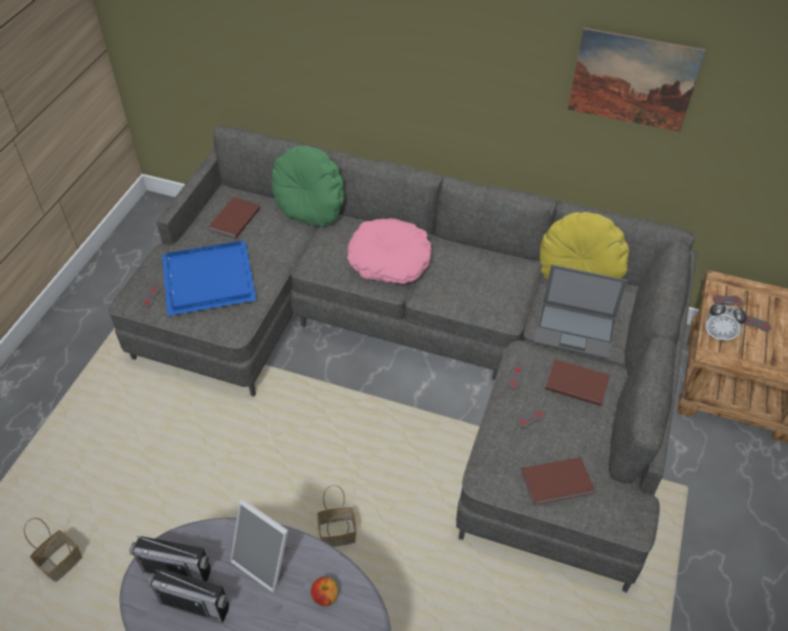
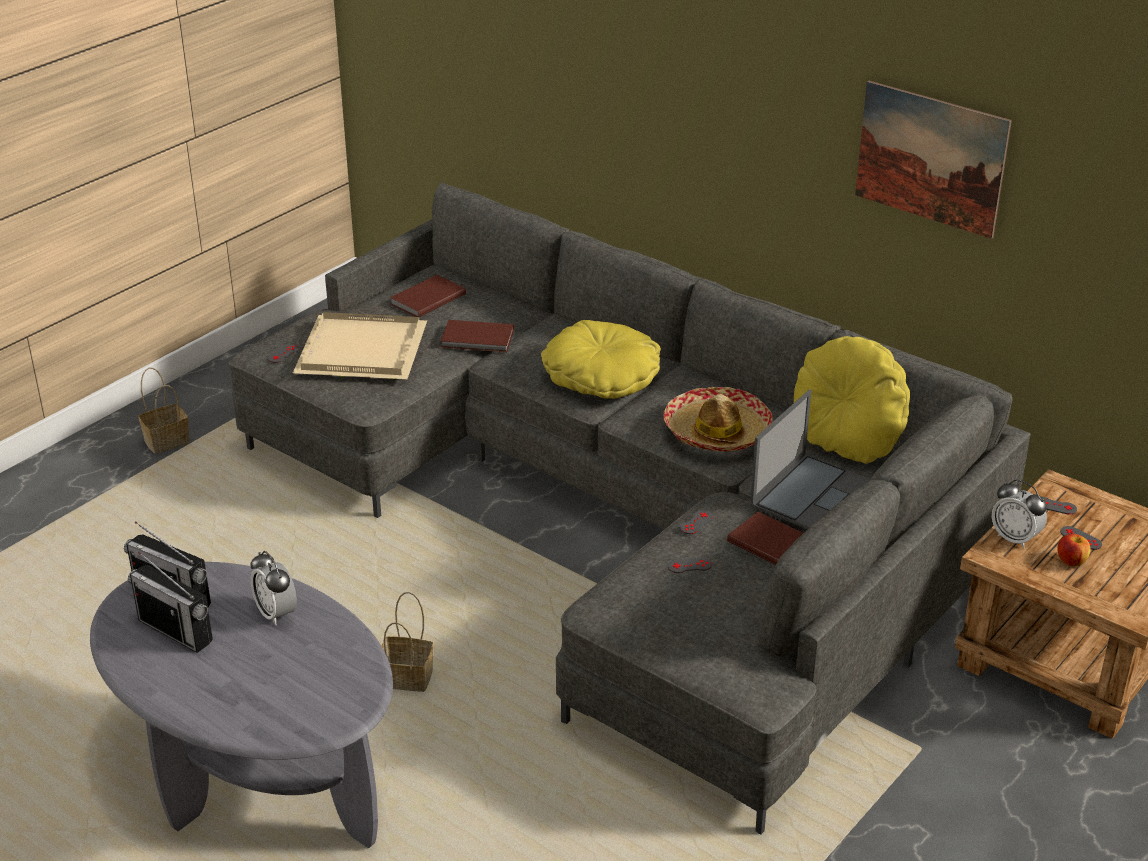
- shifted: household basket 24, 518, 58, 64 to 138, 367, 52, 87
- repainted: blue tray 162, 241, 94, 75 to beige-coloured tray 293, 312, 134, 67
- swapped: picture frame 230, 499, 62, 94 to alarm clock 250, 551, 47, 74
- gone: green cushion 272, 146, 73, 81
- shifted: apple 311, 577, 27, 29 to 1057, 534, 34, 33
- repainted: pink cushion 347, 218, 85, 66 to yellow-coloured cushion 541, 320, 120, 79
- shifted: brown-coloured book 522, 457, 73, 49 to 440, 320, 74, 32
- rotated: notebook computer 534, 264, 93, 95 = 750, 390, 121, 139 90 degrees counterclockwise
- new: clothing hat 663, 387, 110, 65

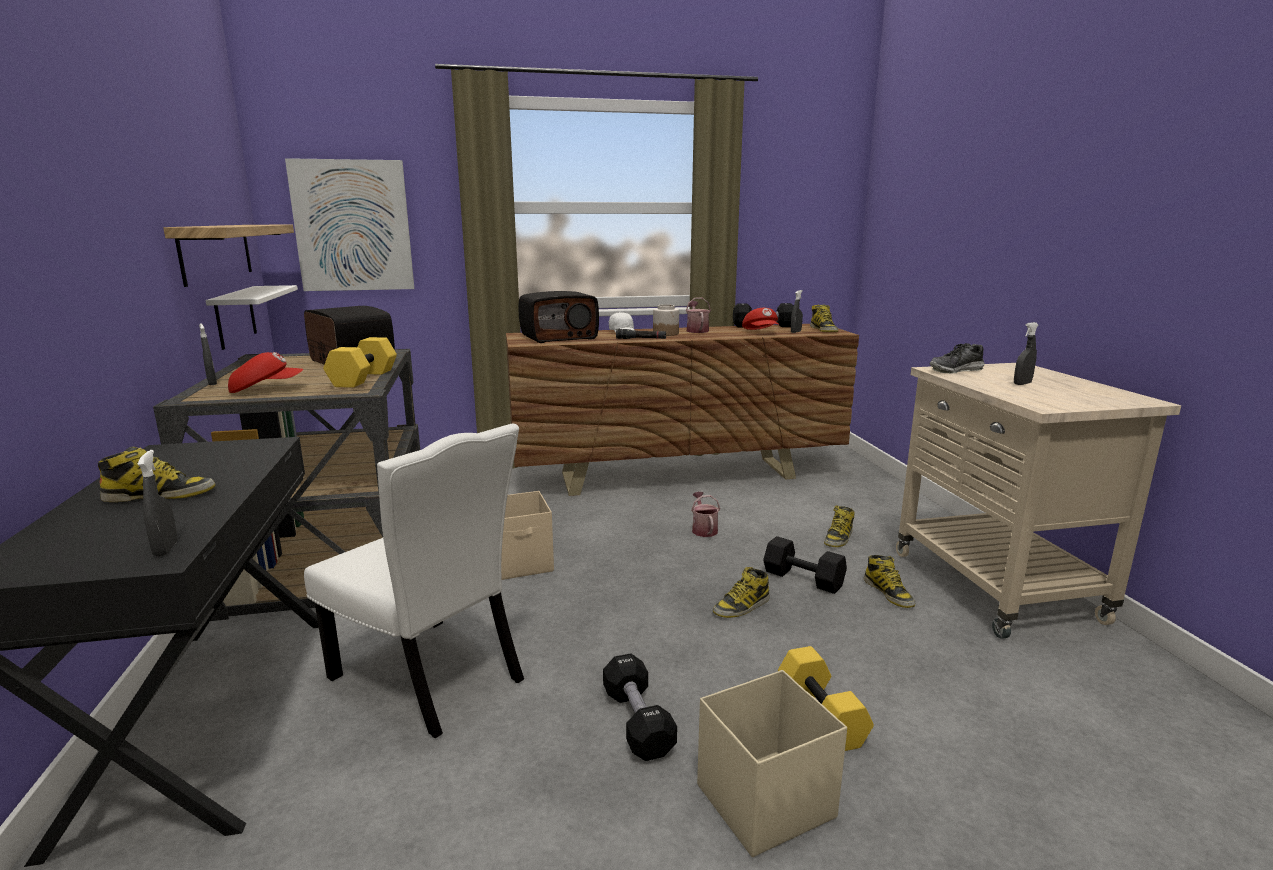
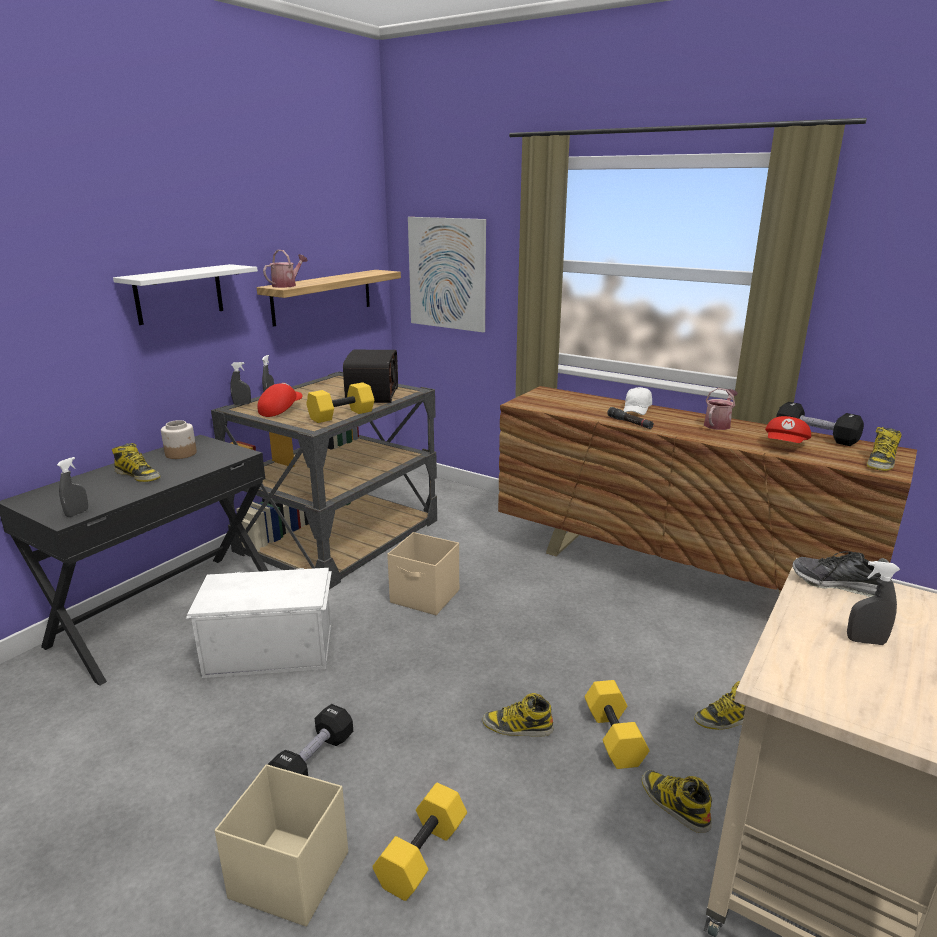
- shifted: white-coloured wall shelf 206, 285, 92, 65 to 113, 264, 145, 61
- rotated: red cap 228, 352, 76, 41 = 257, 383, 46, 34 90 degrees counterclockwise
- swapped: white-coloured plain chair 304, 424, 220, 314 to white-coloured storage bin 186, 568, 146, 110
- gone: radio set 518, 291, 81, 52
- shifted: preserve jar 653, 304, 26, 32 to 161, 420, 36, 39
- shifted: watering pot 691, 492, 29, 45 to 263, 250, 45, 38
- repainted: blackish hand weight 763, 536, 84, 58 to yellow-coloured hand weight 585, 680, 65, 89
- shifted: greyish sprayer 791, 290, 12, 43 to 230, 362, 21, 43
- rotated: tall boot 864, 555, 51, 53 = 642, 770, 70, 63 120 degrees clockwise

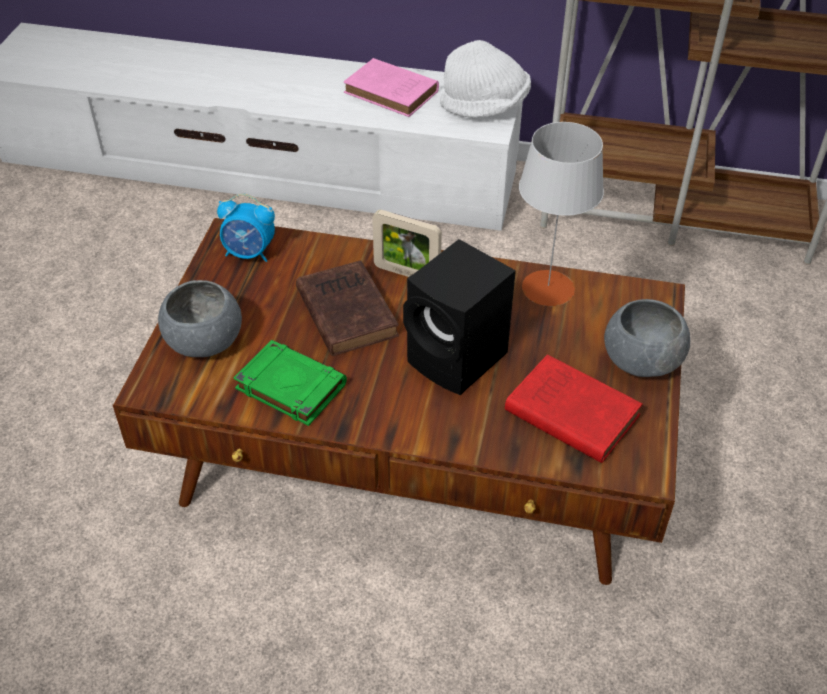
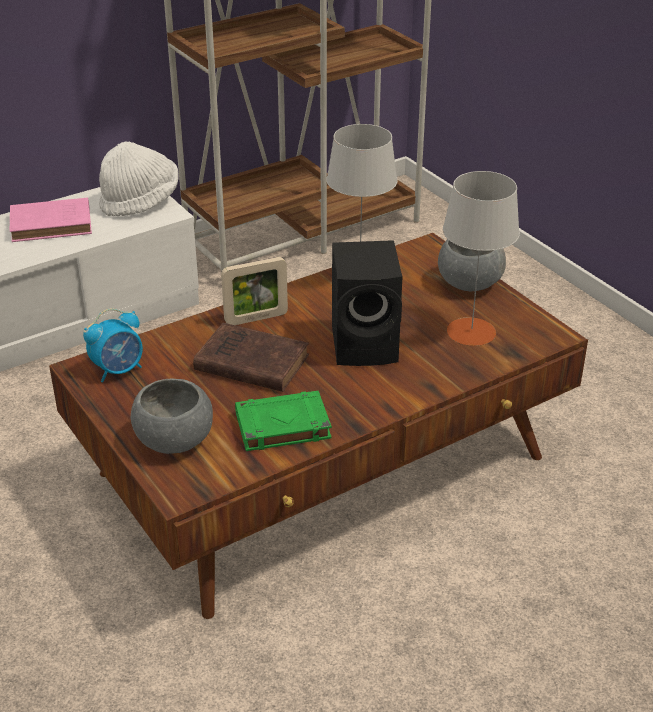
- swapped: red book 505, 354, 138, 109 to greyish table lamp 443, 171, 77, 175

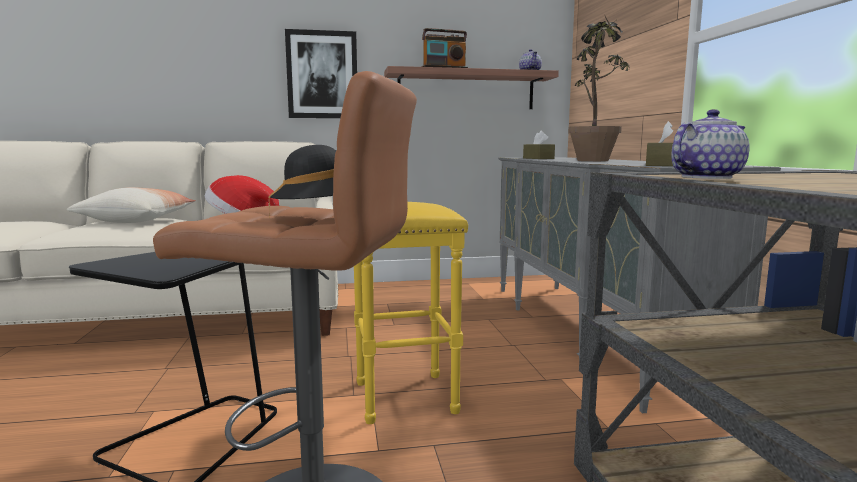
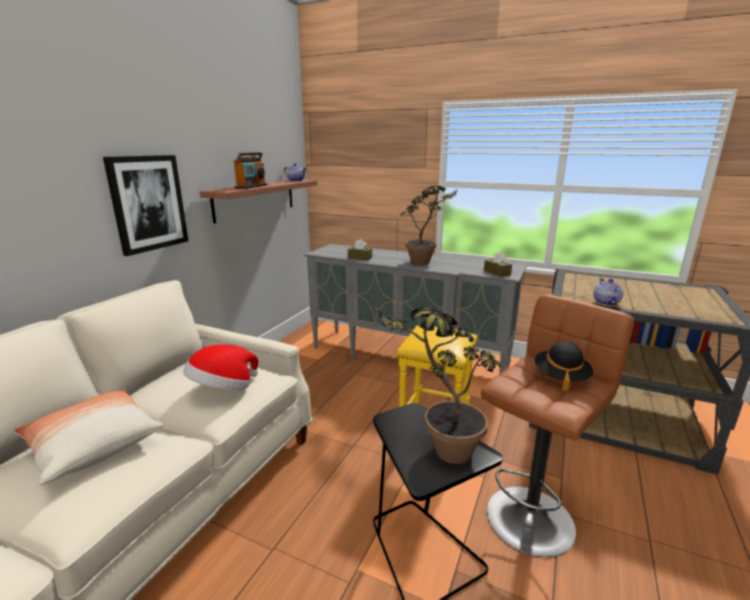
- new: houseplant 374, 305, 127, 159

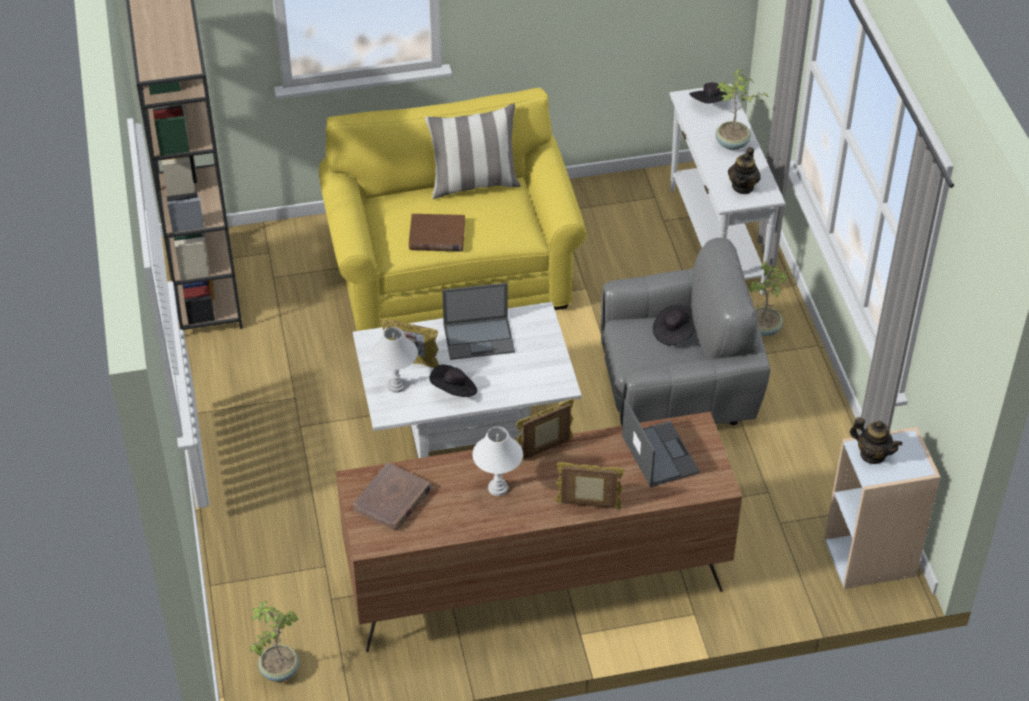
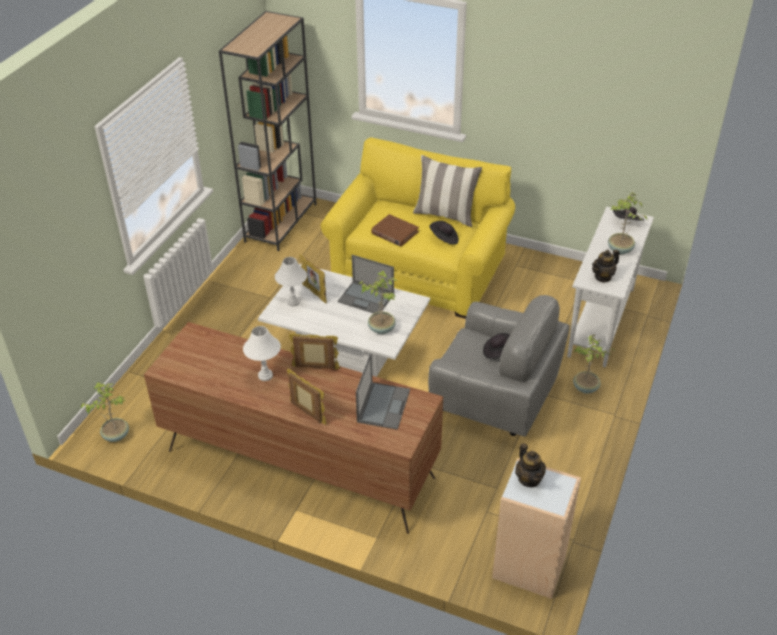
- gone: brown-coloured book 353, 463, 79, 67
- shifted: blackish clothing hat 429, 365, 48, 32 to 429, 221, 30, 23
- new: houseplant 359, 271, 38, 63

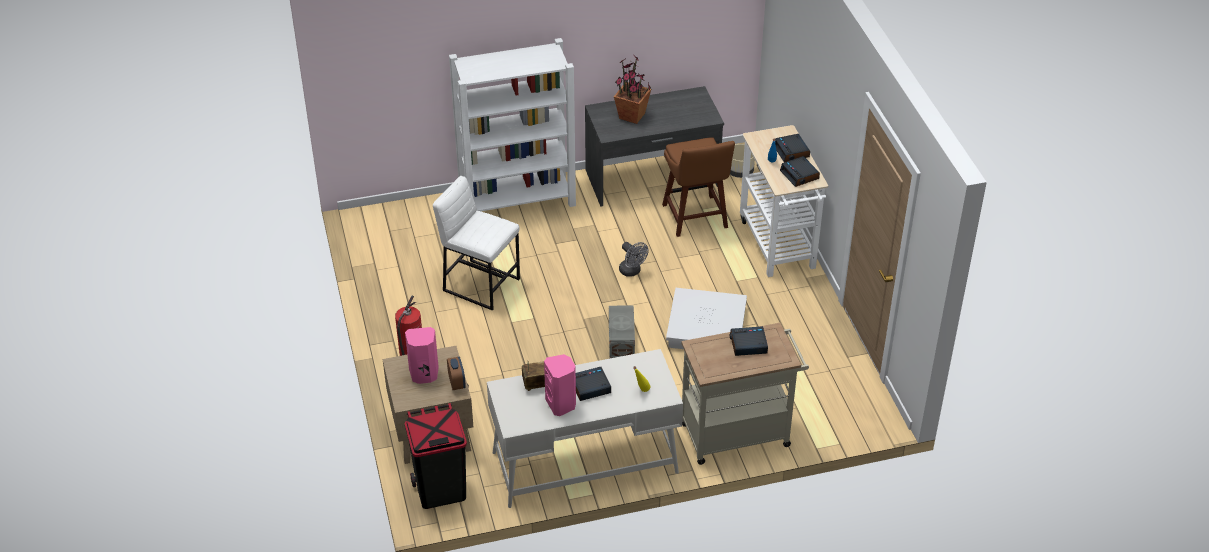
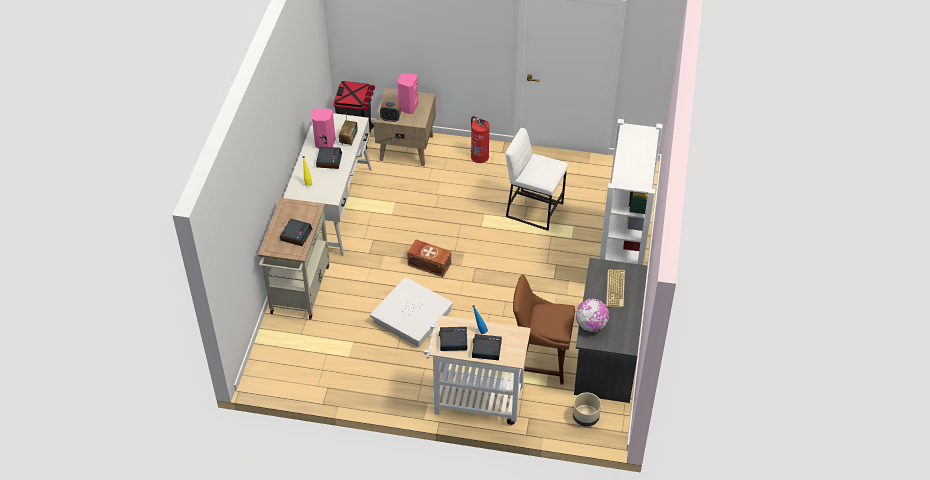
- rotated: white-coloured plain chair 433, 176, 87, 134 = 505, 128, 63, 103 120 degrees counterclockwise
- repainted: greyish storage bin 609, 305, 26, 53 to brown-coloured storage bin 407, 239, 44, 38
- swapped: houseplant 614, 54, 37, 70 to computer keyboard 606, 270, 19, 37
- gone: greyish fan 619, 242, 30, 35
- new: globe 576, 298, 33, 34

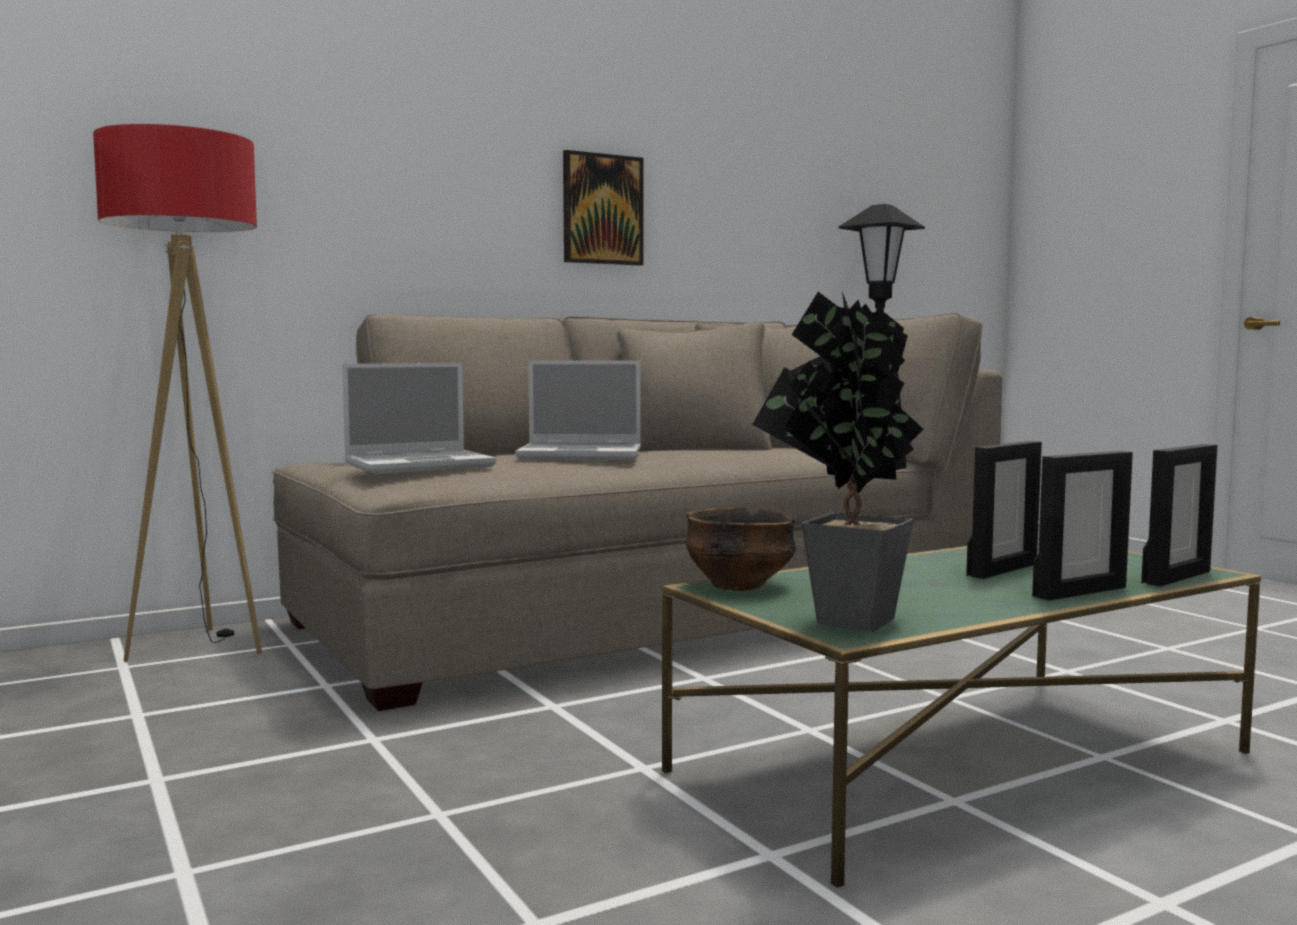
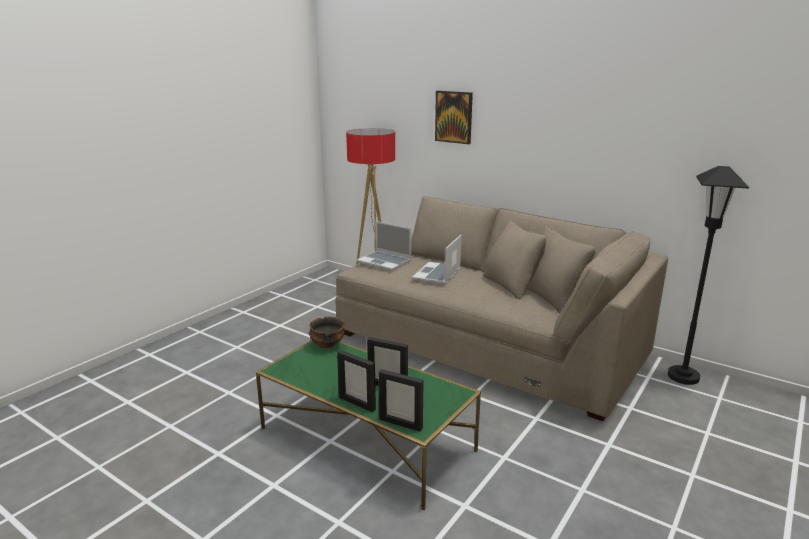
- rotated: notebook computer 515, 360, 126, 100 = 412, 235, 50, 50 45 degrees clockwise
- shifted: wall art 563, 150, 81, 116 to 435, 91, 38, 53
- gone: houseplant 752, 292, 172, 339

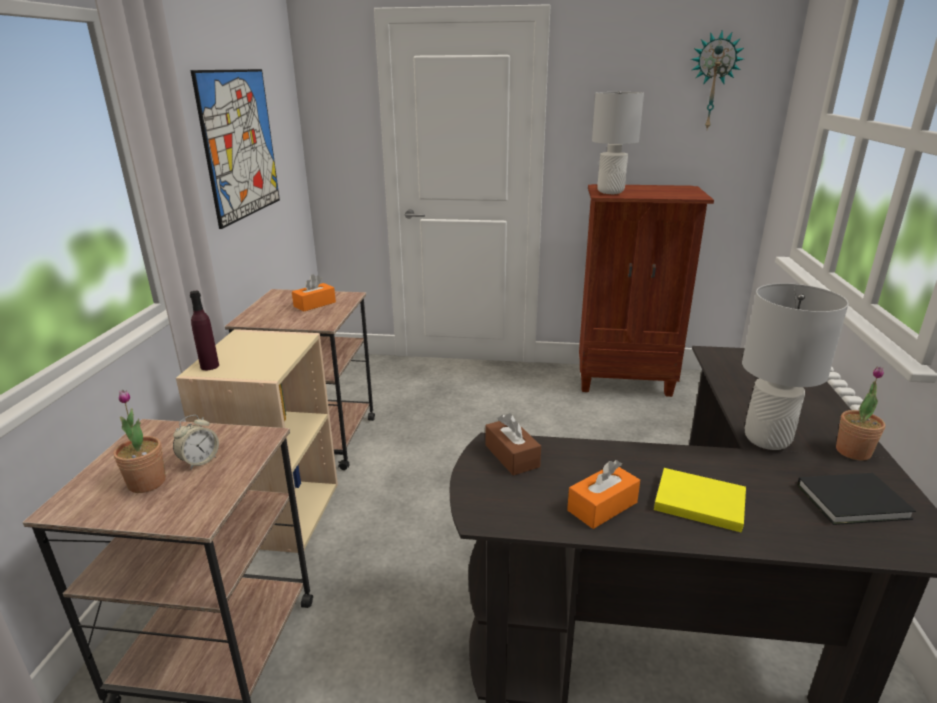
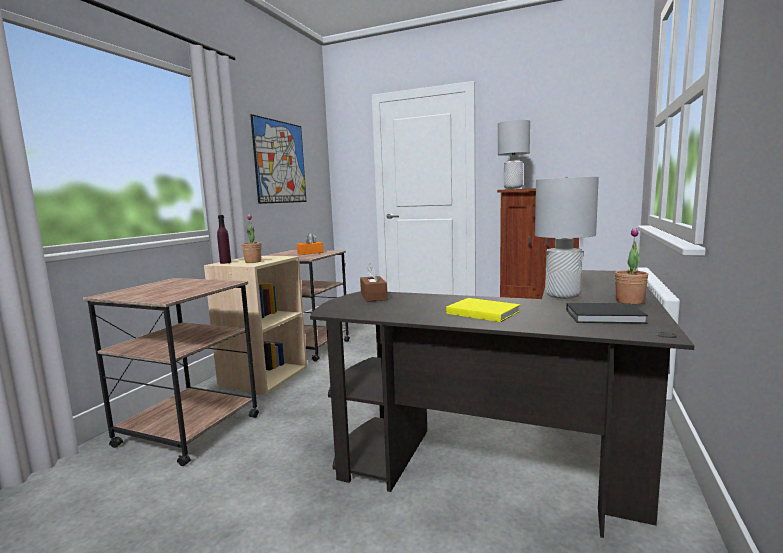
- shifted: houseplant 114, 390, 52, 103 to 242, 214, 19, 49
- gone: alarm clock 173, 415, 46, 55
- gone: orange box of tissues 567, 460, 73, 69
- gone: wall clock 691, 31, 53, 98

